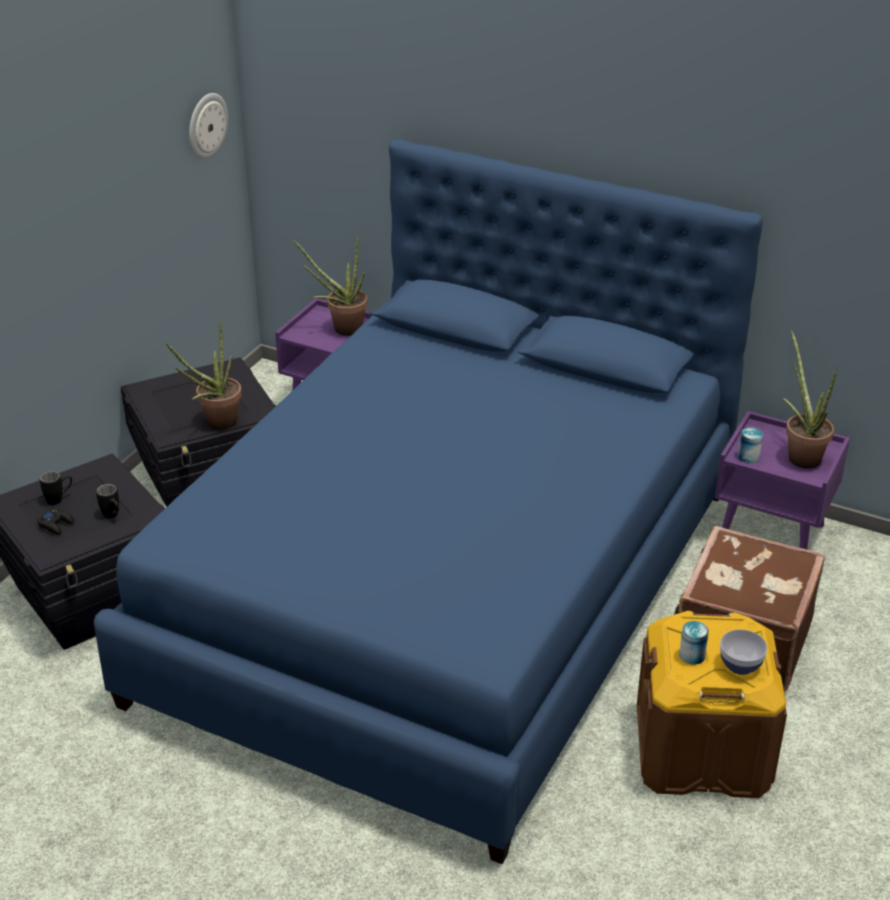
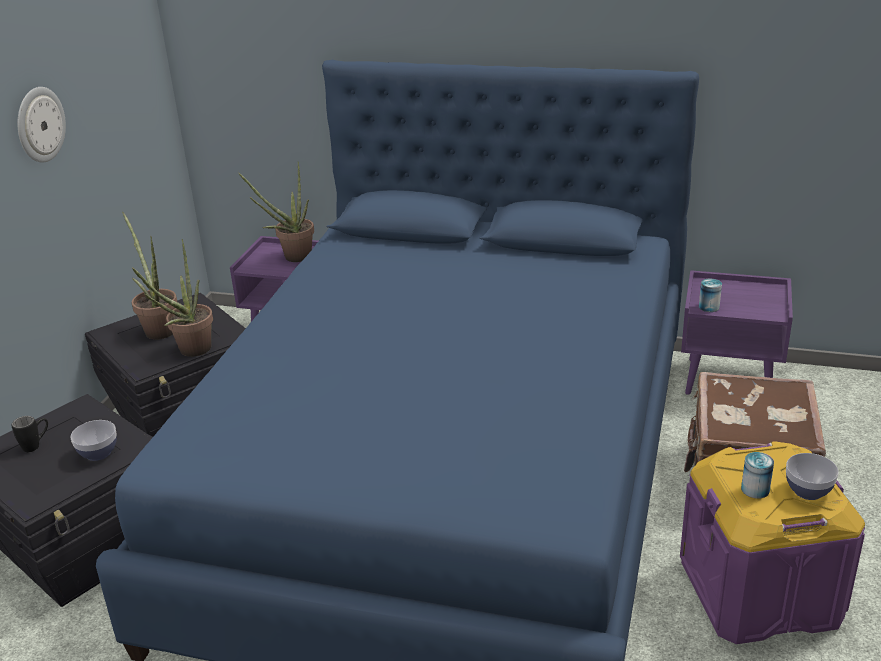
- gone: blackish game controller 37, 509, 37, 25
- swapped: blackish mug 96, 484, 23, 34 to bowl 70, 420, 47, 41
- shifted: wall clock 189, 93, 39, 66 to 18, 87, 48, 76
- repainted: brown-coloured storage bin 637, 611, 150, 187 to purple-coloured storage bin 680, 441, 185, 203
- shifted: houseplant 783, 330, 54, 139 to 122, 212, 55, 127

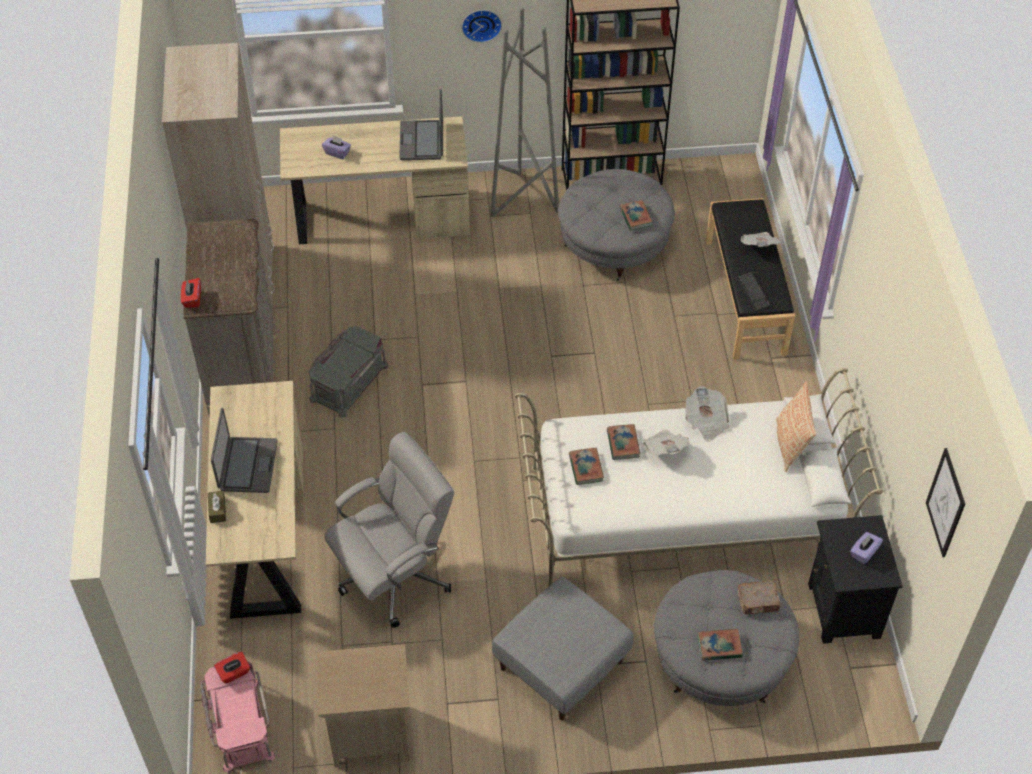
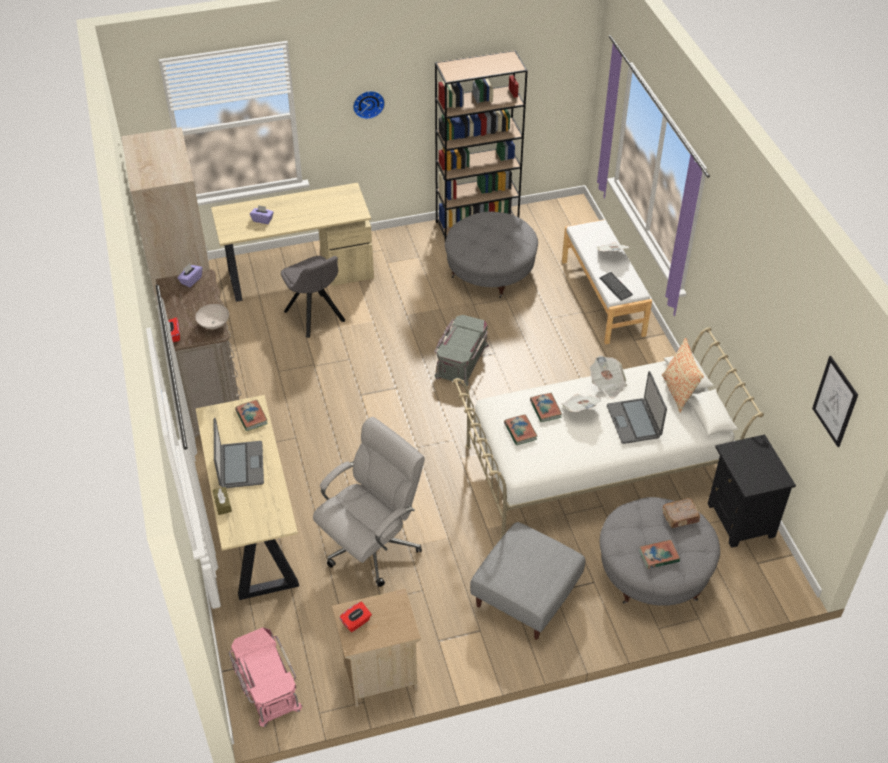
- shifted: red box of tissues 214, 652, 36, 32 to 340, 602, 32, 30
- shifted: greyish storage bin 308, 326, 81, 92 to 434, 315, 55, 72
- shifted: notebook computer 399, 89, 44, 71 to 607, 371, 60, 73
- gone: greyish clothes rack 490, 7, 69, 210
- shifted: book 620, 200, 33, 30 to 235, 400, 33, 31
- repainted: blackish long seat 706, 198, 89, 162 to white-coloured long seat 562, 219, 90, 126
- shifted: purple-coloured box of tissues 850, 532, 33, 32 to 177, 264, 25, 23
- new: white-coloured bowl 195, 304, 34, 25
- new: greyish plain chair 281, 256, 64, 82

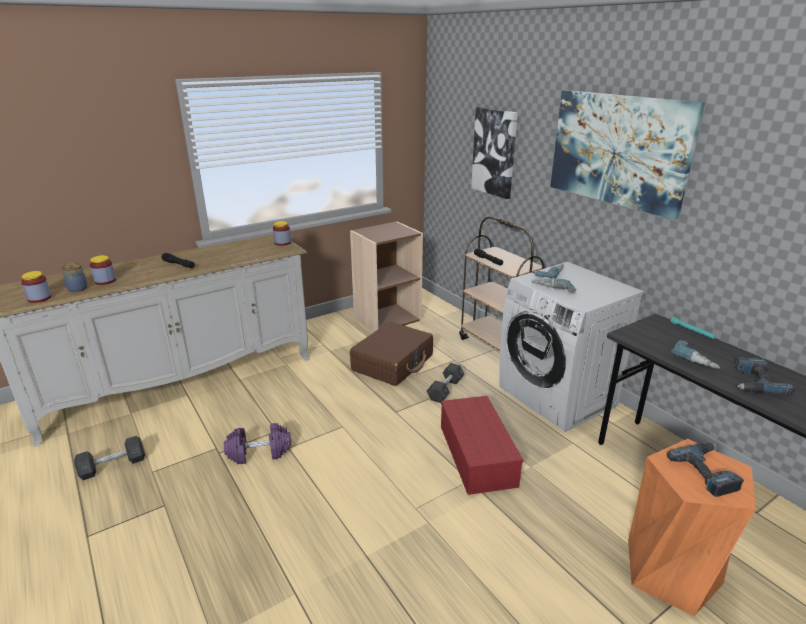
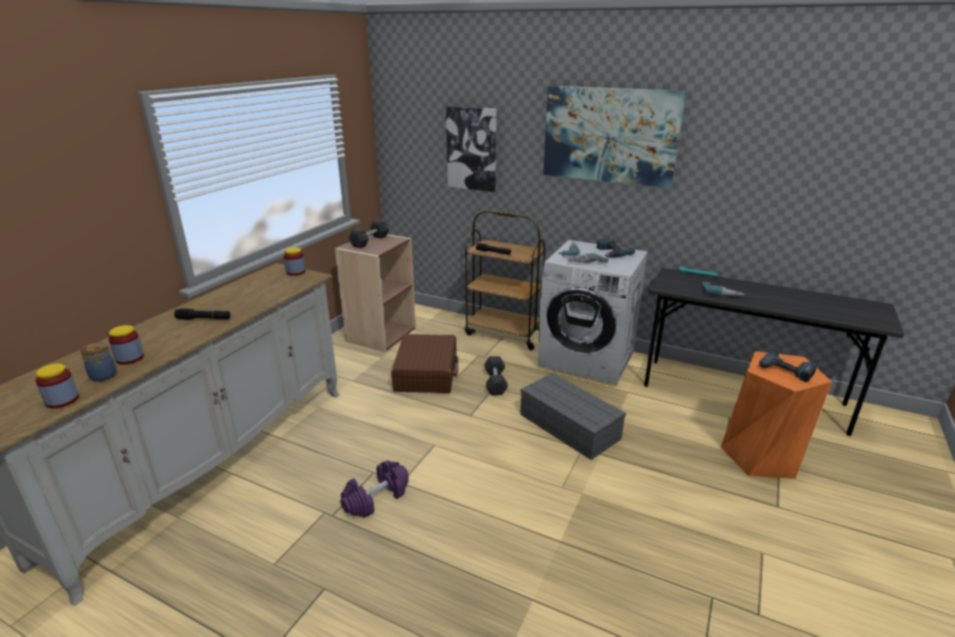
- shifted: greyish hand weight 74, 436, 71, 44 to 349, 220, 40, 28
- repainted: red storage bin 441, 396, 82, 99 to greyish storage bin 520, 373, 106, 87
- shifted: electric drill 734, 357, 61, 37 to 596, 238, 39, 19

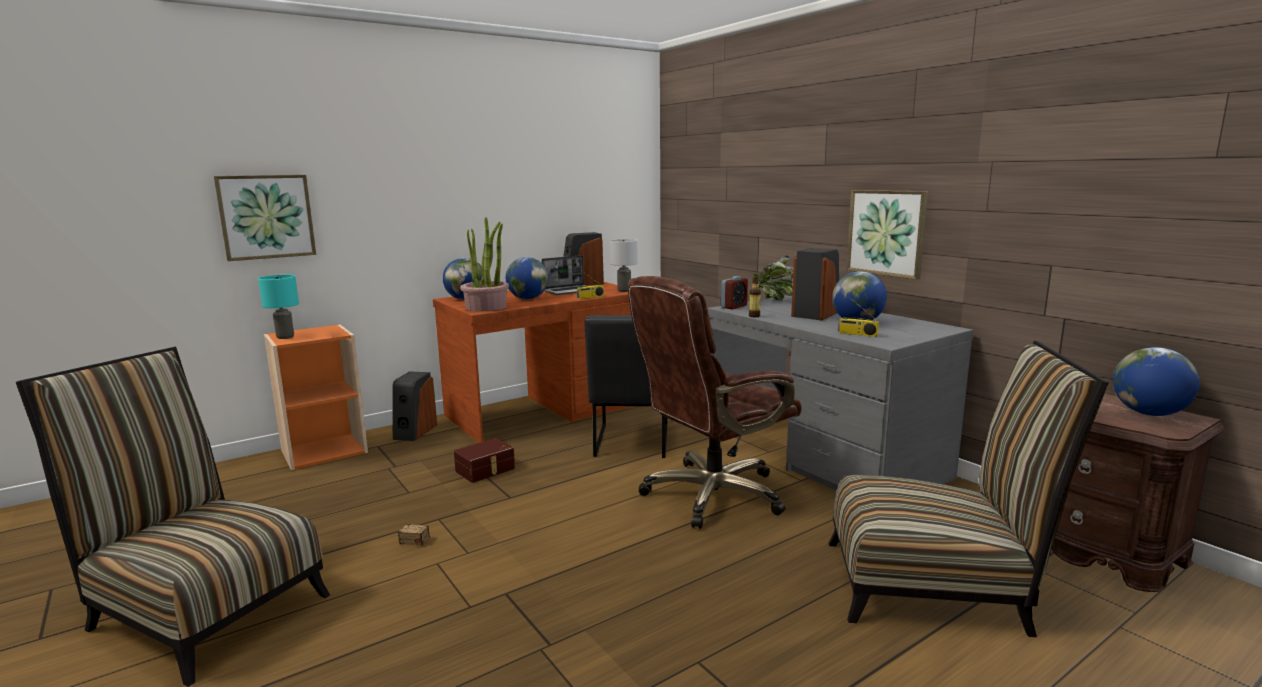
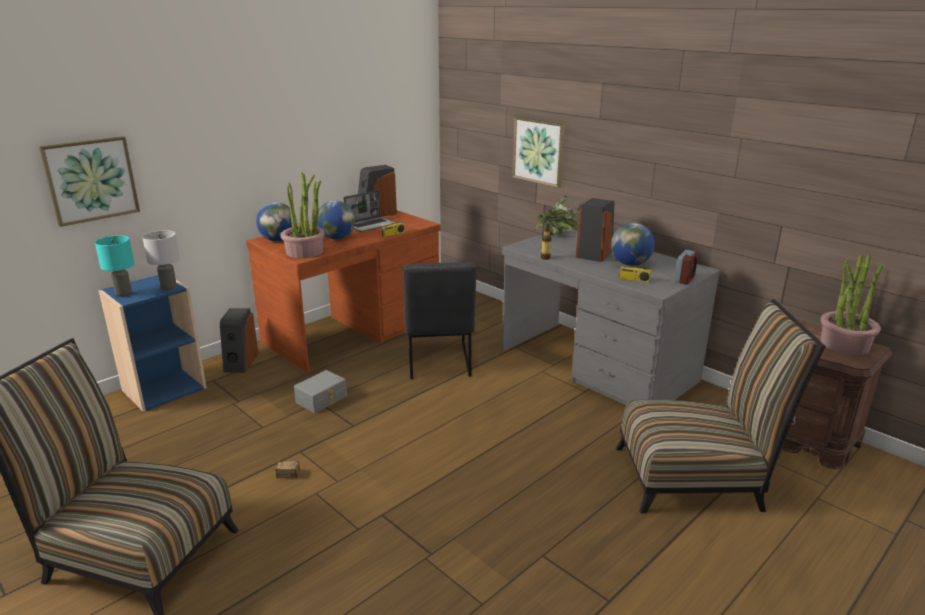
- repainted: orange bookshelf 264, 324, 104, 146 to blue bookshelf 98, 275, 109, 137
- repainted: brown-coloured storage bin 454, 438, 61, 45 to greyish storage bin 294, 370, 53, 43
- shifted: white-coloured table lamp 610, 239, 28, 53 to 142, 230, 38, 60
- gone: brown-coloured desk chair 628, 276, 174, 253
- shifted: alarm clock 721, 276, 27, 33 to 675, 250, 23, 34
- shifted: wall art 846, 190, 82, 90 to 512, 117, 53, 71
- swapped: globe 1113, 347, 87, 69 to houseplant 821, 253, 62, 102

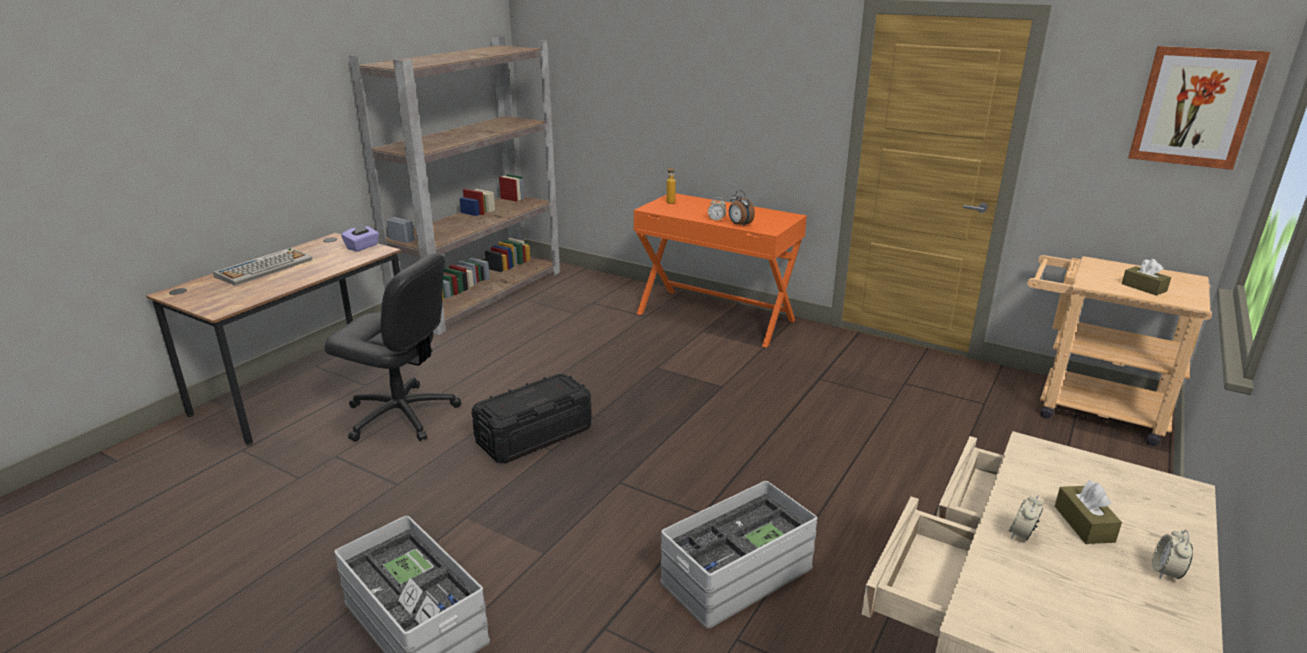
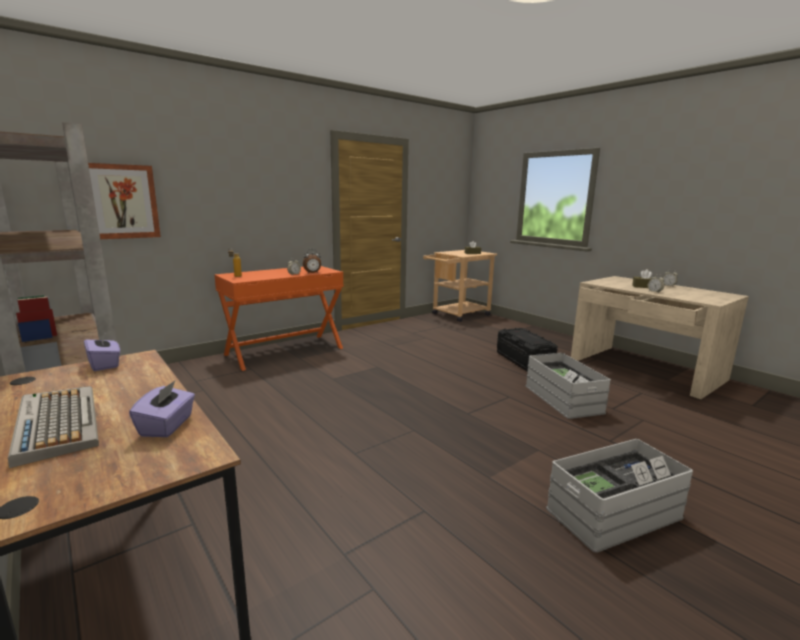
- gone: blackish desk chair 324, 253, 137, 189
- shifted: blackish storage bin 471, 374, 121, 89 to 497, 328, 61, 44
- shifted: wall art 1128, 46, 142, 124 to 88, 163, 73, 76
- new: purple-coloured box of tissues 129, 381, 66, 56

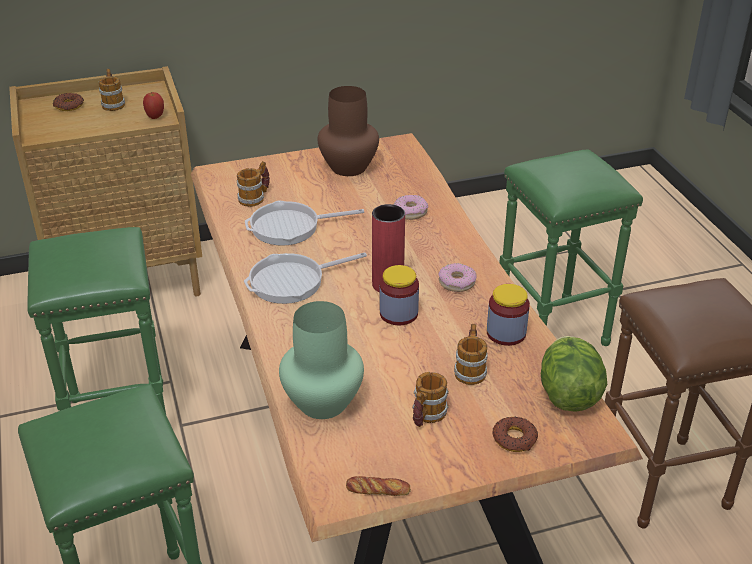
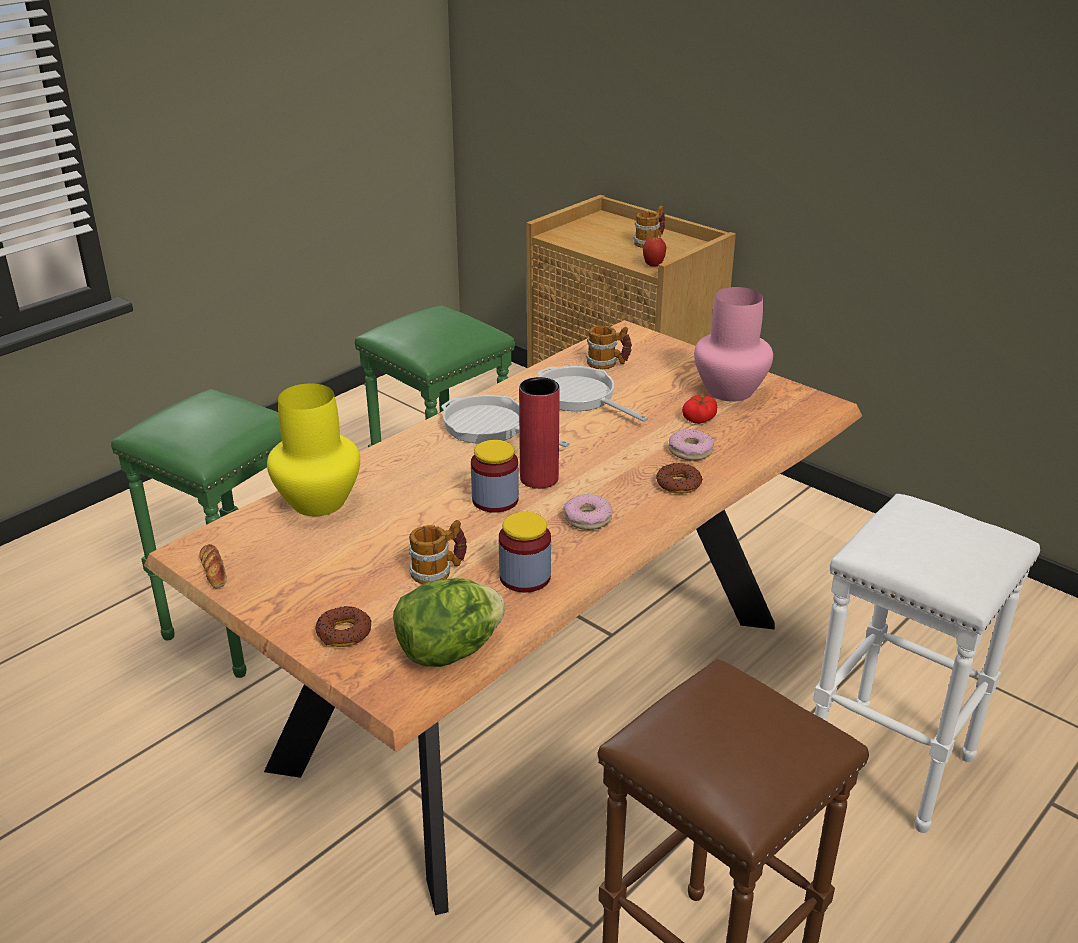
- shifted: doughnut 53, 93, 31, 18 to 656, 463, 46, 31
- repainted: green decorative vase 279, 301, 85, 118 to yellow-coloured decorative vase 267, 383, 93, 133
- repainted: brown-coloured decorative vase 317, 86, 62, 90 to pink decorative vase 694, 287, 79, 115
- gone: mug 412, 372, 37, 55
- repainted: green stool seat 499, 150, 144, 196 to white-coloured stool seat 813, 494, 227, 339
- new: whole tomato 682, 395, 35, 29

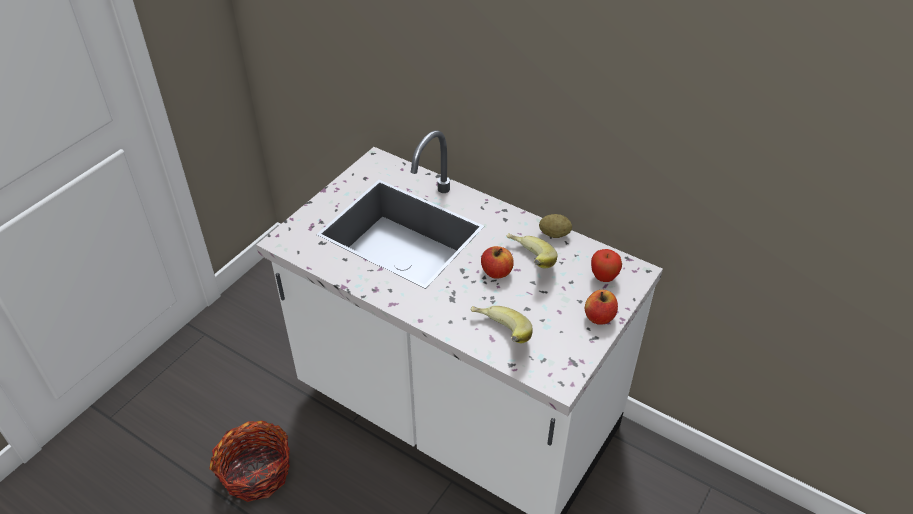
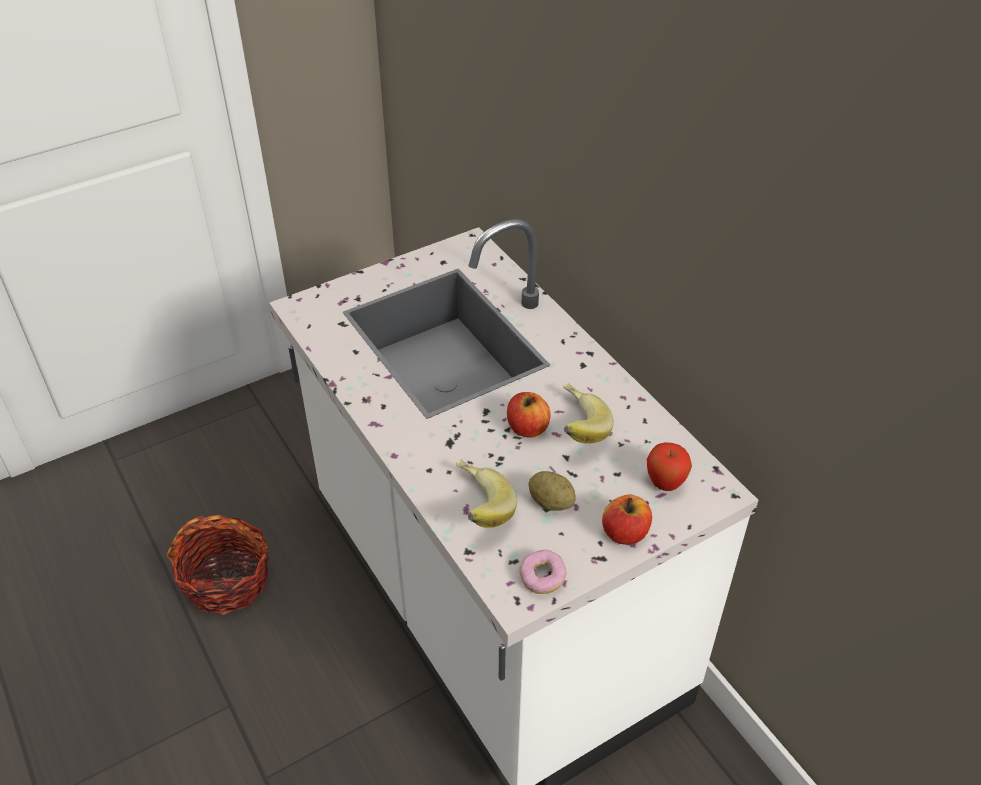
- shifted: potato 539, 214, 33, 24 to 528, 471, 48, 40
- new: doughnut 519, 549, 47, 45

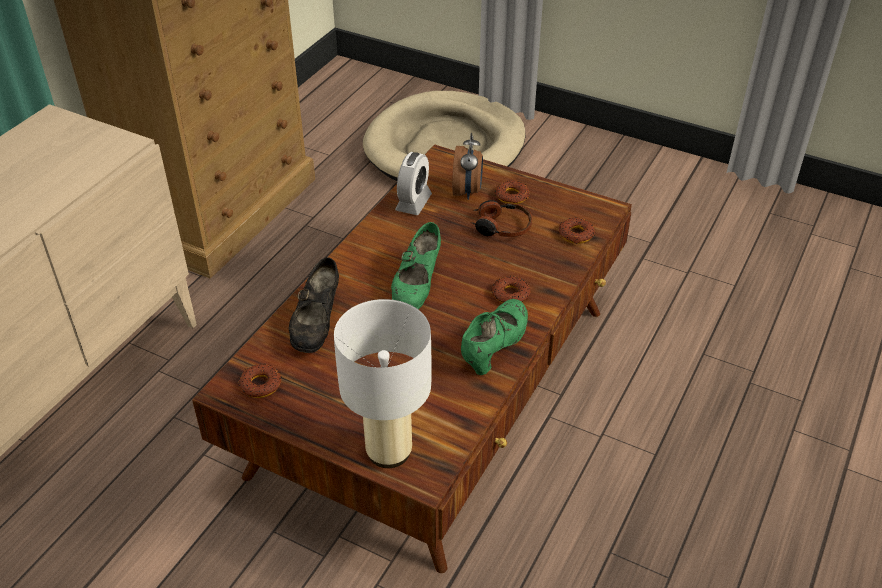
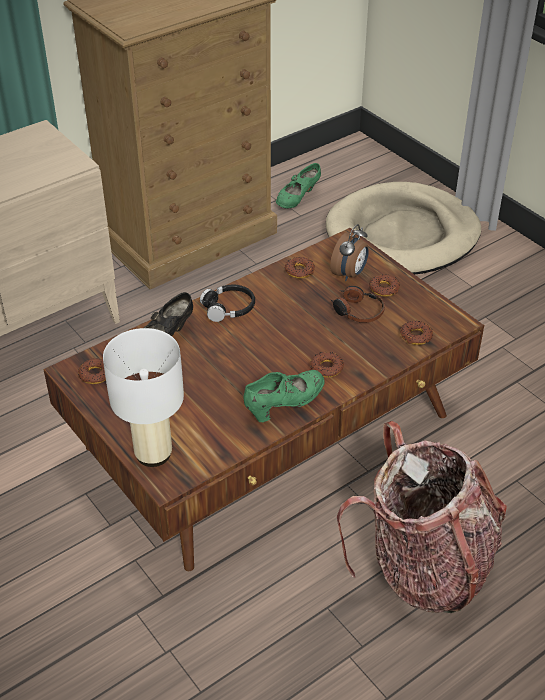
- shifted: green item of footwear 391, 222, 50, 87 to 276, 163, 45, 46
- swapped: alarm clock 395, 152, 37, 63 to doughnut 285, 257, 30, 21
- new: blackish headphones 200, 285, 55, 37
- new: knapsack 337, 421, 170, 192

